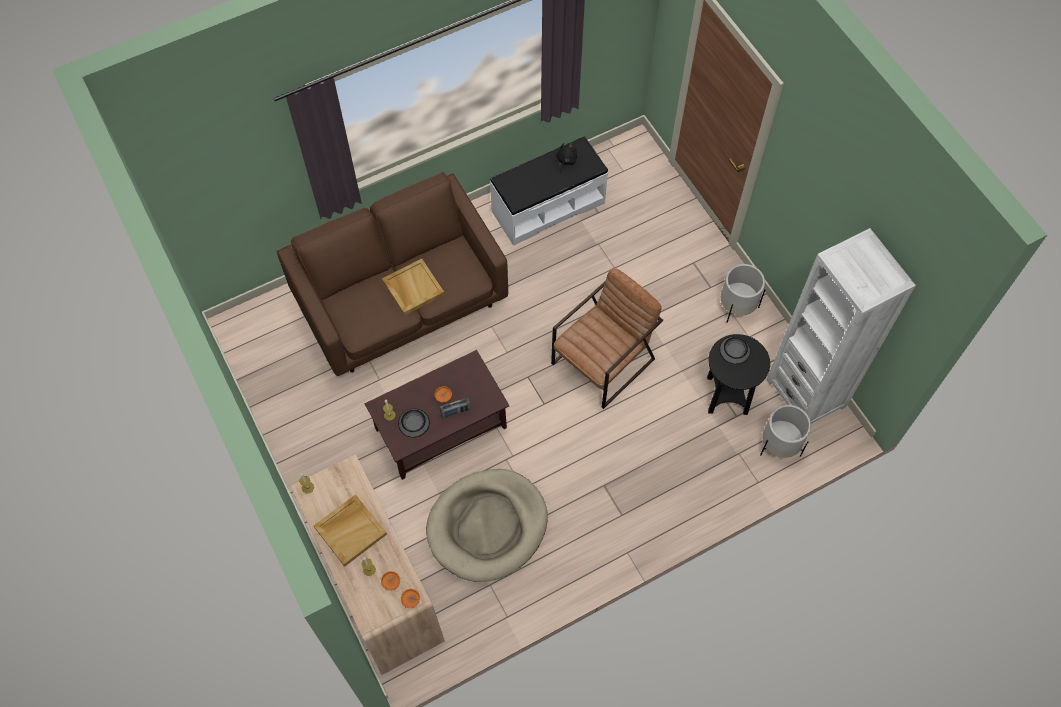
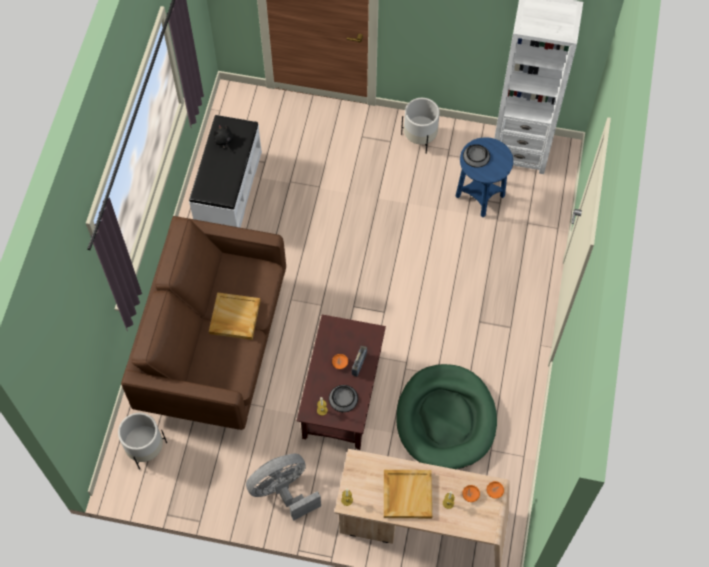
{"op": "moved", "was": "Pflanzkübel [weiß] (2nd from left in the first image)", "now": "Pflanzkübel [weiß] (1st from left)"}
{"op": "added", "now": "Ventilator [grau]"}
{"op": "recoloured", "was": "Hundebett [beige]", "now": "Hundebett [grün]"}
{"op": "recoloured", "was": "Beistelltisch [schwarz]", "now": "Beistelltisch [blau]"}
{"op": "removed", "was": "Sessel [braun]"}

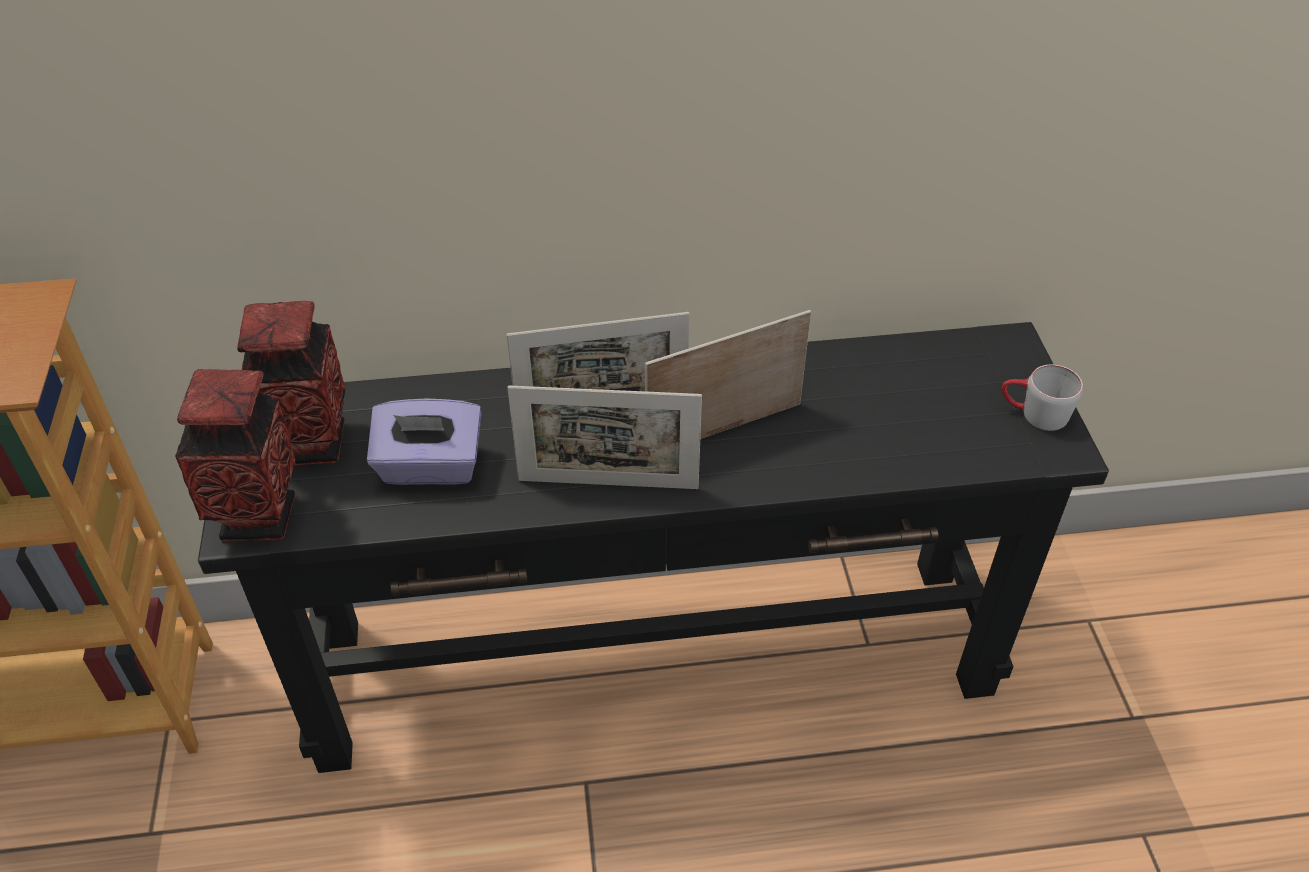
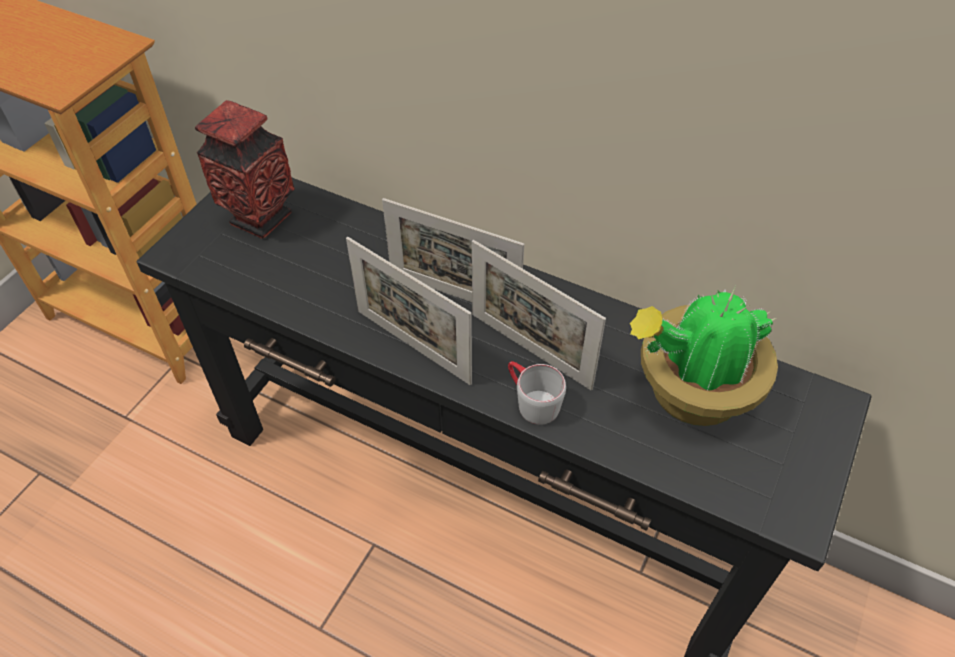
{"op": "turned", "was": "Bilderrahmen (3rd from left)", "clockwise": -150}
{"op": "moved", "was": "Henkelbecher [grau]"}
{"op": "added", "now": "Topfpflanze"}
{"op": "removed", "was": "Vase (1st from left)"}
{"op": "removed", "was": "Taschentuchbox [lila]"}

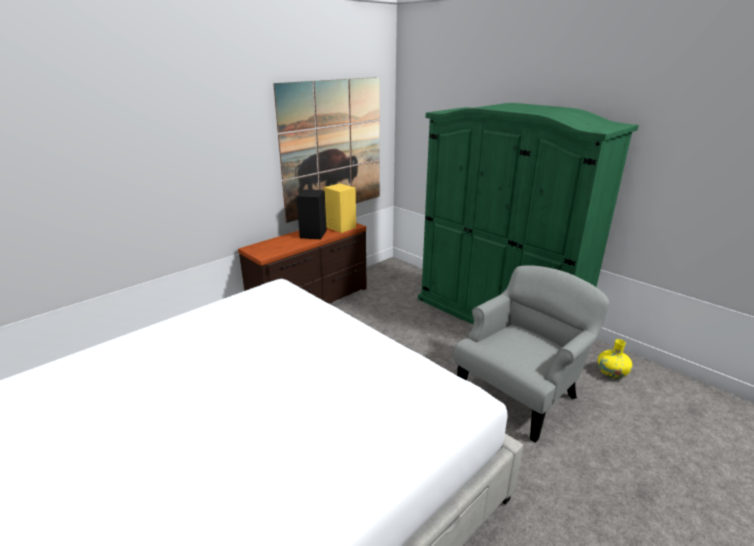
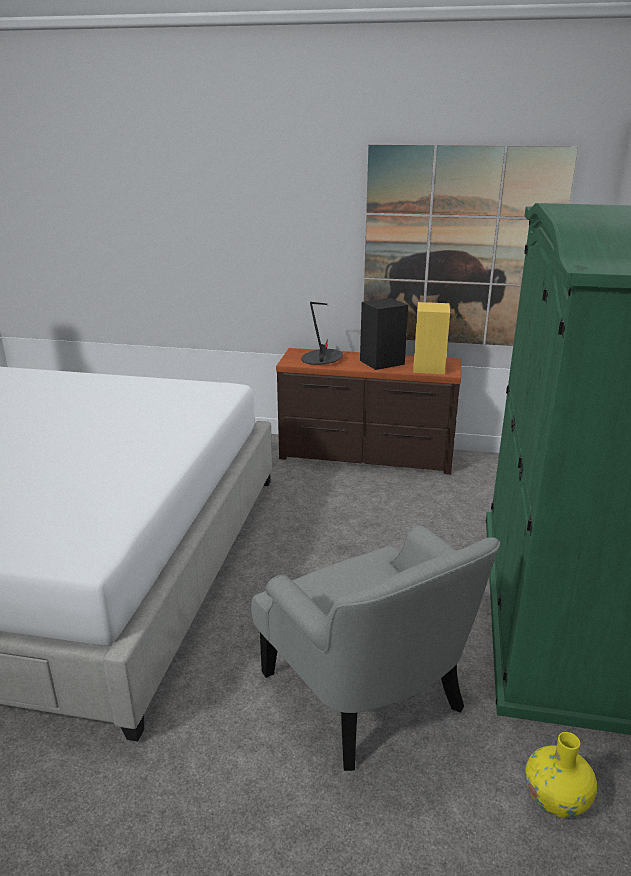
{"op": "turned", "was": "Sessel [grau]", "clockwise": 45}
{"op": "added", "now": "Tischlampe"}

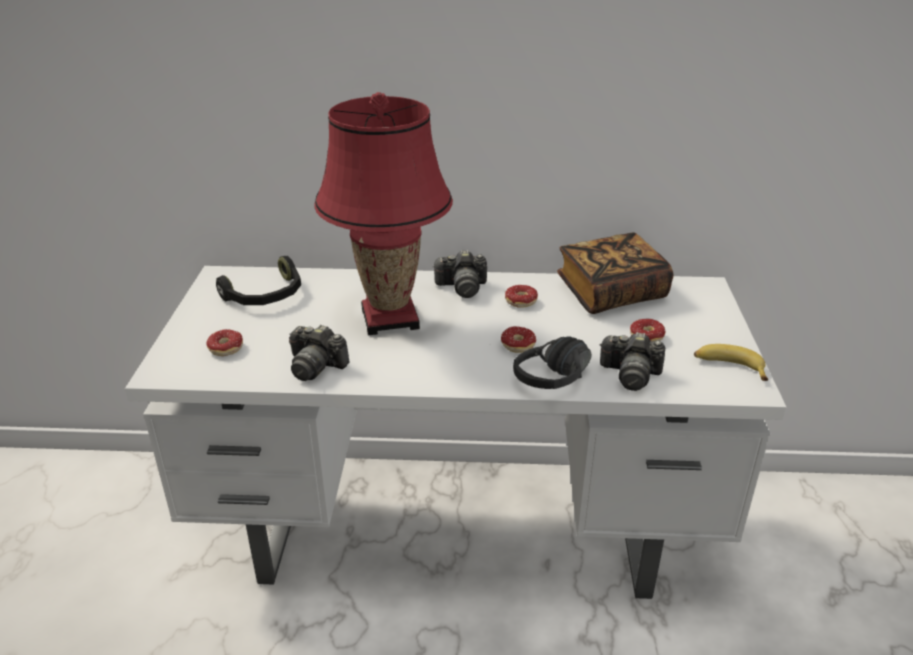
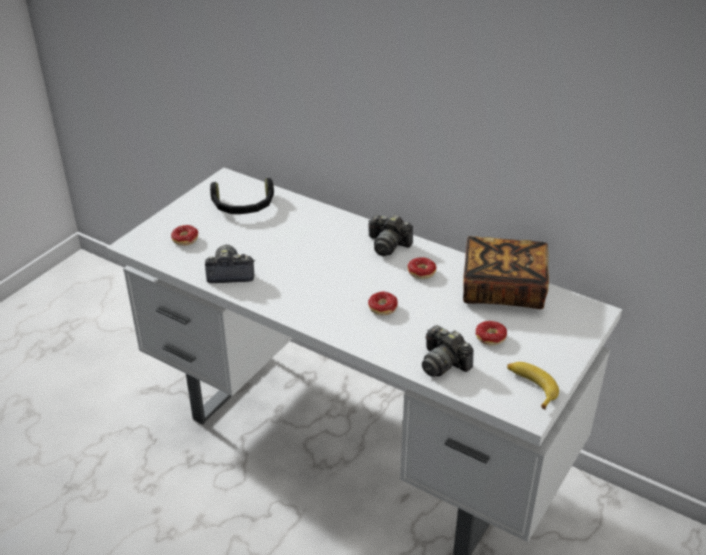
{"op": "turned", "was": "Kamera (1st from left)", "clockwise": 120}
{"op": "removed", "was": "Tischlampe [rot]"}
{"op": "removed", "was": "Kopfhörer [schwarz] (2nd from left)"}

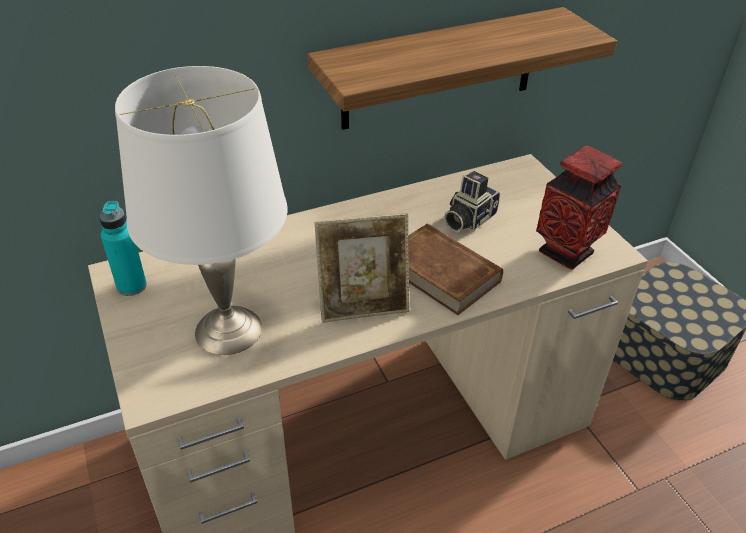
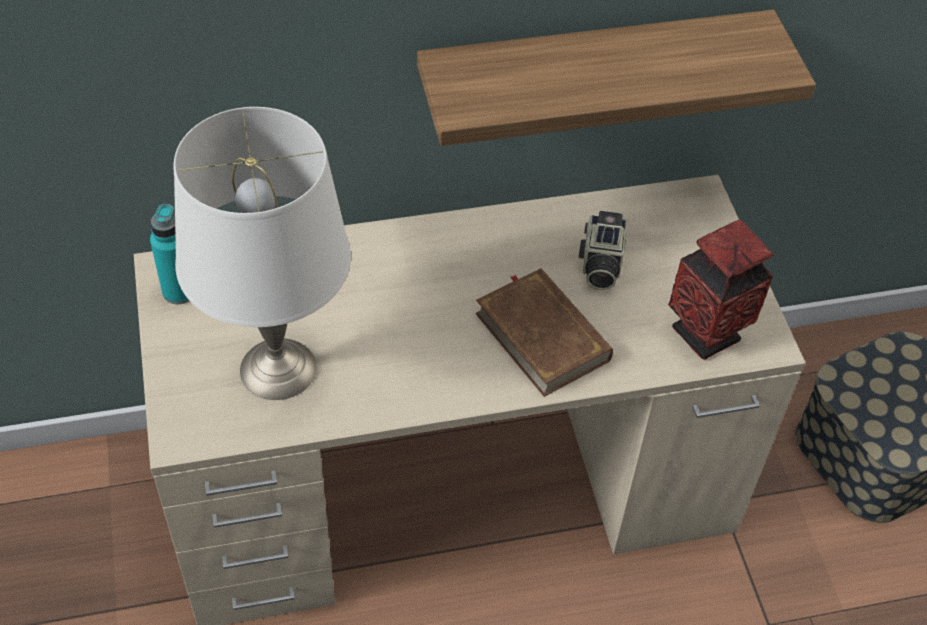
{"op": "turned", "was": "Kamera", "clockwise": -45}
{"op": "removed", "was": "Bilderrahmen"}

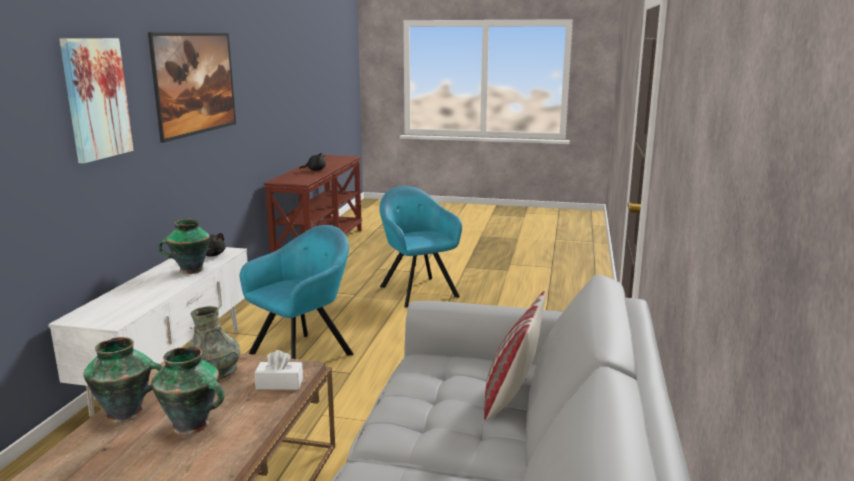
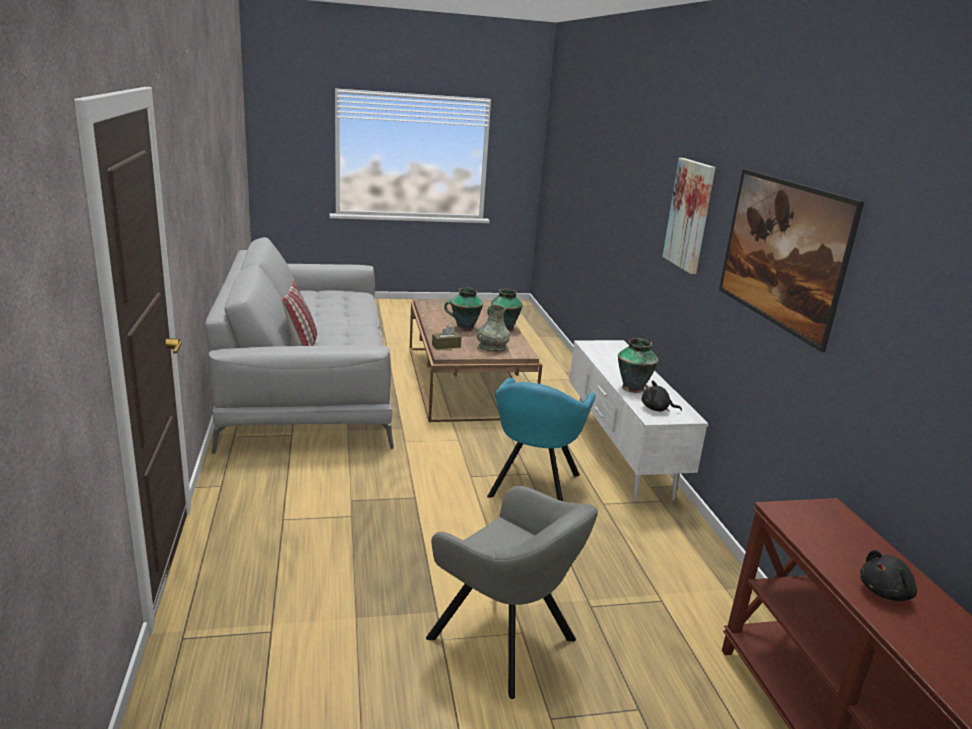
{"op": "recoloured", "was": "Sessel [türkis] (2nd from left)", "now": "Sessel [grau]"}
{"op": "recoloured", "was": "Taschentuchbox [weiß]", "now": "Taschentuchbox [braun]"}

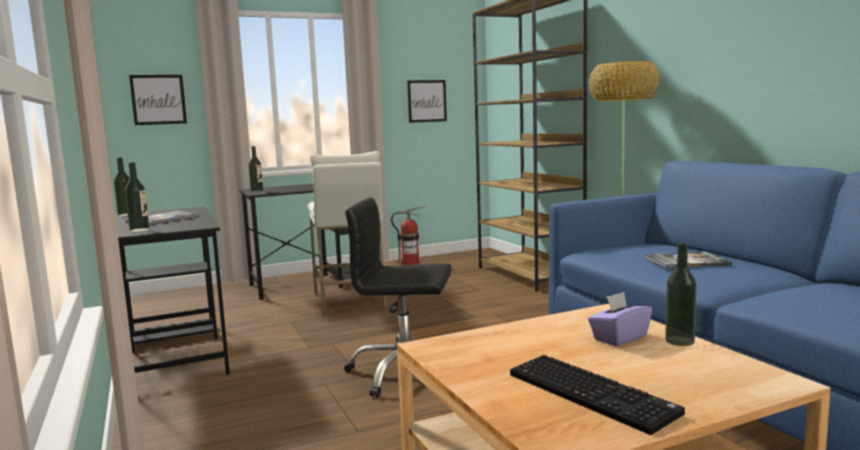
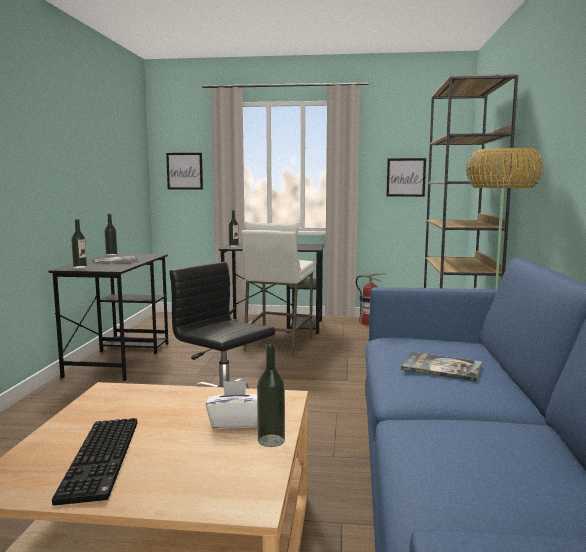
{"op": "recoloured", "was": "Taschentuchbox [lila]", "now": "Taschentuchbox [weiß]"}

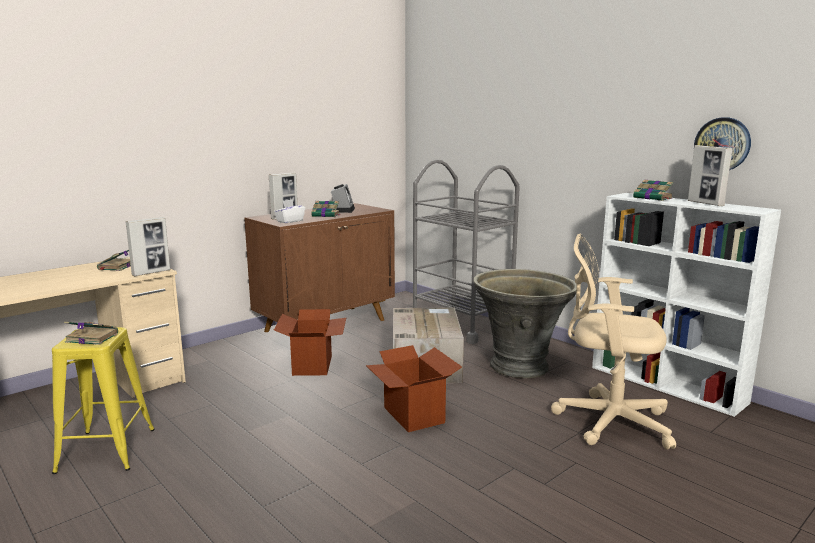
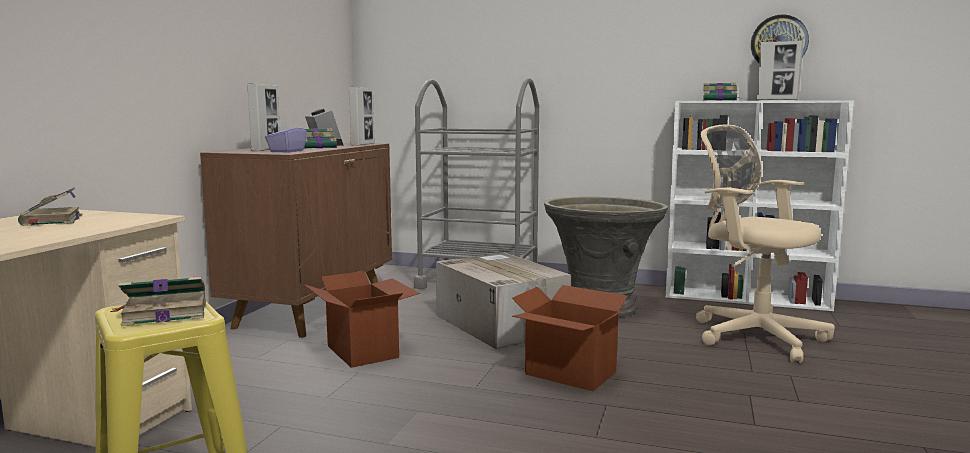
{"op": "recoloured", "was": "Taschentuchbox [weiß]", "now": "Taschentuchbox [lila]"}
{"op": "moved", "was": "Bilderrahmen (1st from left in the first image)", "now": "Bilderrahmen (2nd from left)"}
{"op": "turned", "was": "Bürostuhl [beige]", "clockwise": 60}

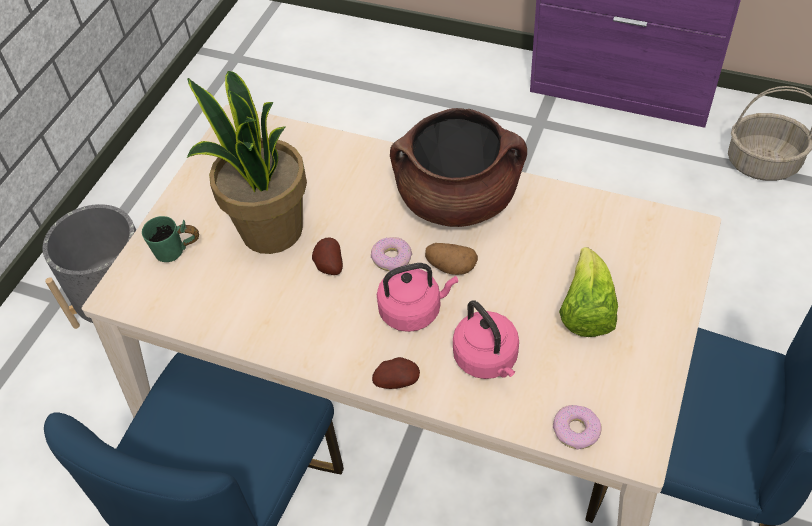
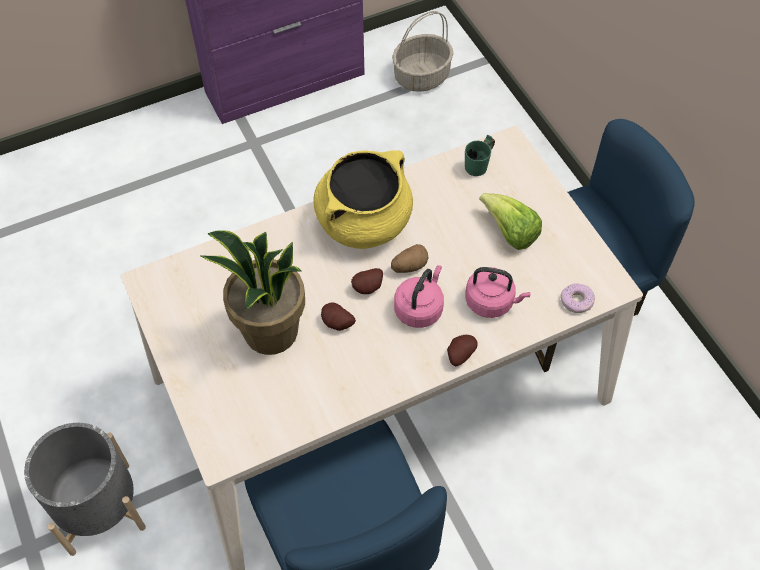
{"op": "recoloured", "was": "Kochtopf [braun]", "now": "Kochtopf [gelb]"}
{"op": "replaced", "was": "Donut (1st from left)", "now": "Kartoffel (2nd from left)"}
{"op": "moved", "was": "Henkelbecher [grün]"}

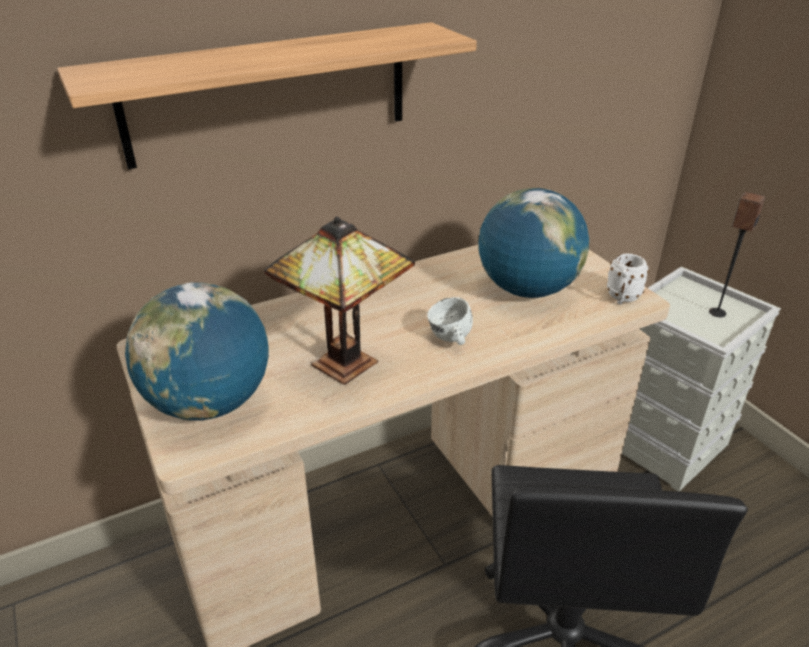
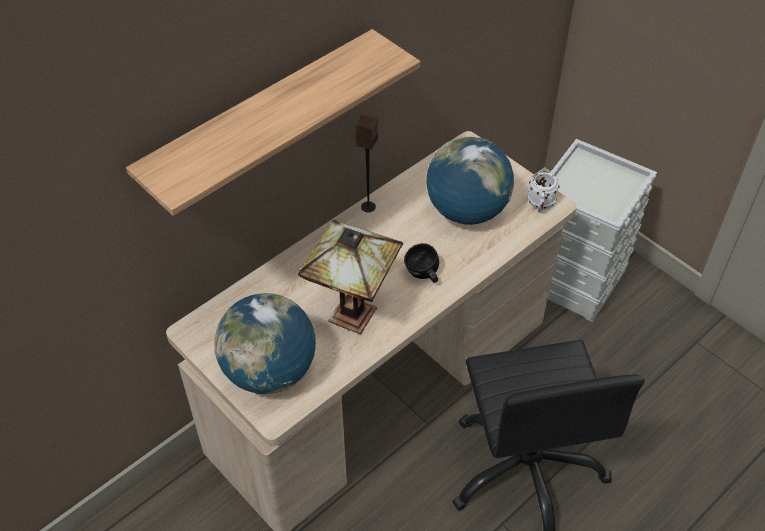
{"op": "moved", "was": "Lautsprecher"}
{"op": "recoloured", "was": "Henkelbecher [weiß] (1st from left)", "now": "Henkelbecher [schwarz]"}

